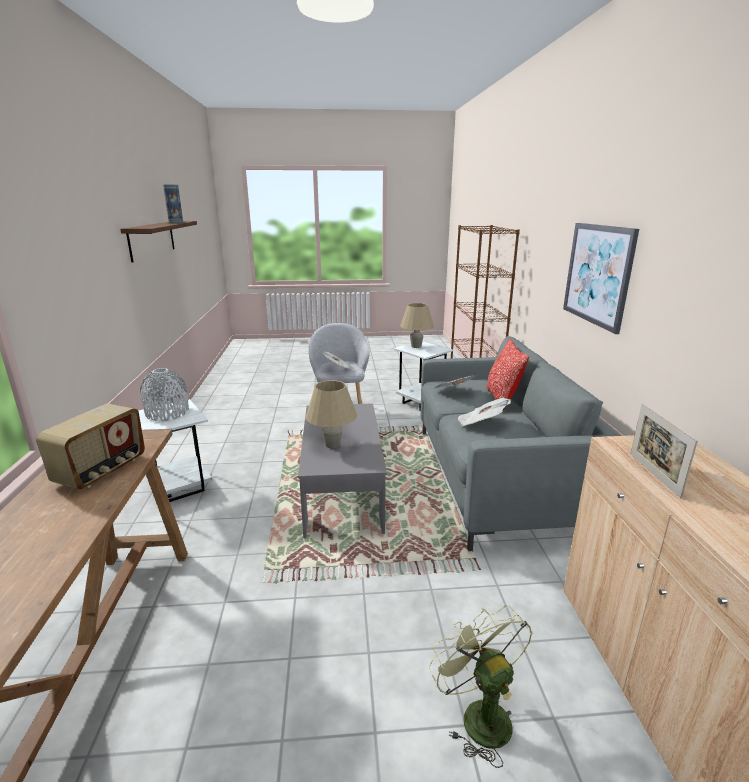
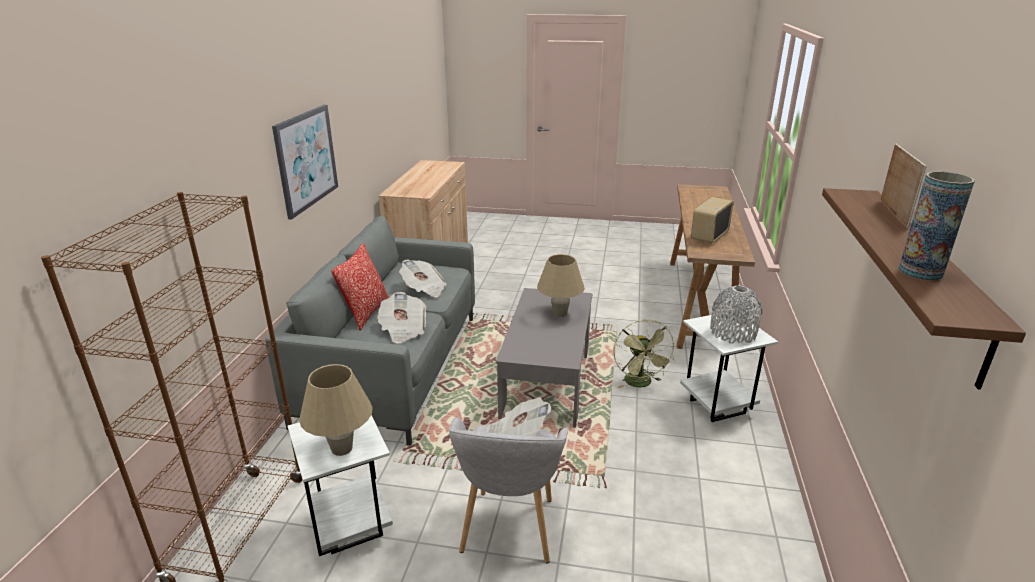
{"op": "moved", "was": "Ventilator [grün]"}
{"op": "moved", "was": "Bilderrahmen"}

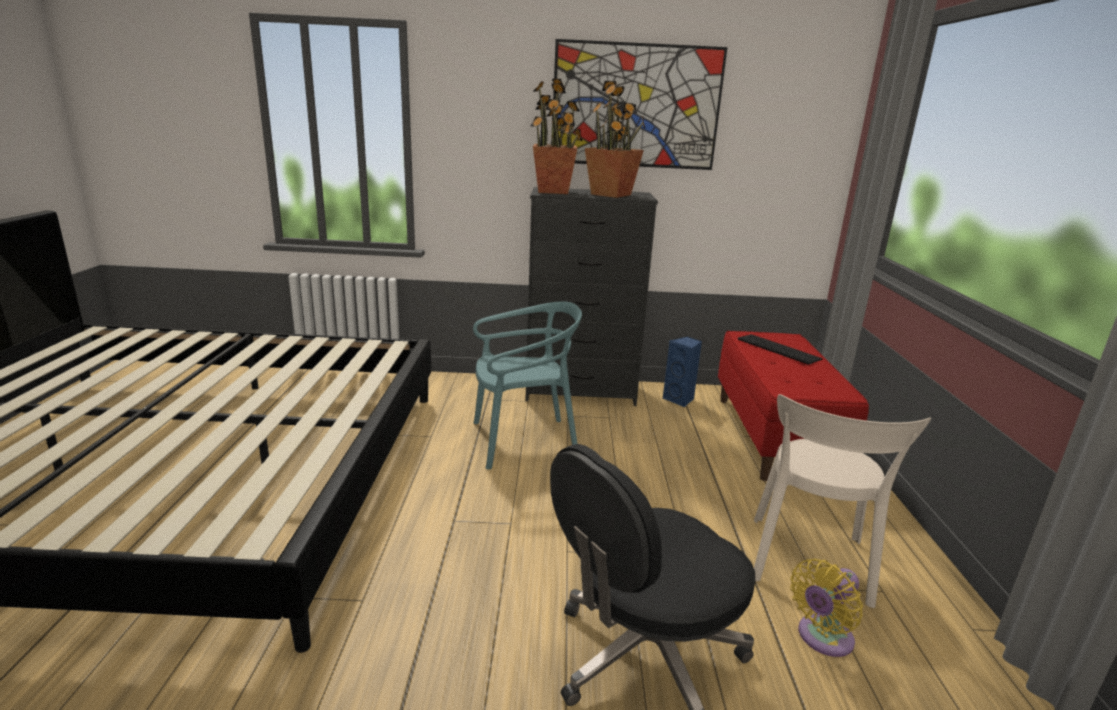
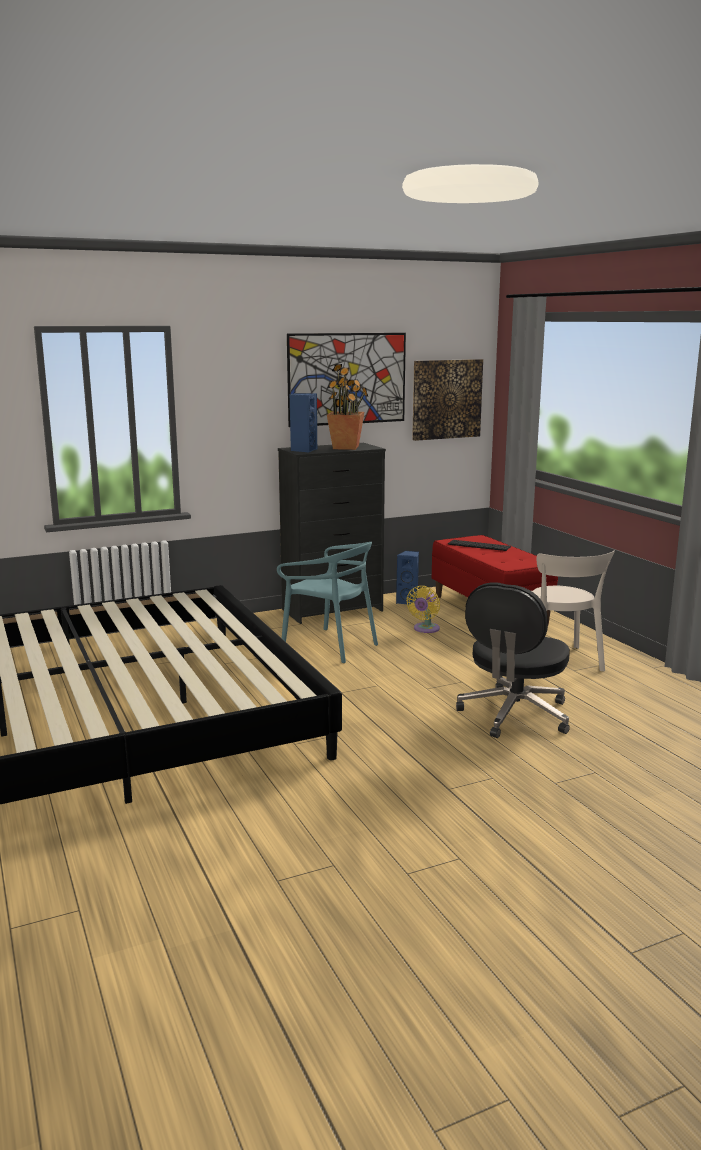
{"op": "turned", "was": "Stuhl [türkis]", "clockwise": 75}
{"op": "replaced", "was": "Topfpflanze (1st from left)", "now": "Lautsprecher [blau] (1st from left)"}
{"op": "moved", "was": "Ventilator [gelb]"}
{"op": "added", "now": "Bild (2nd from left)"}

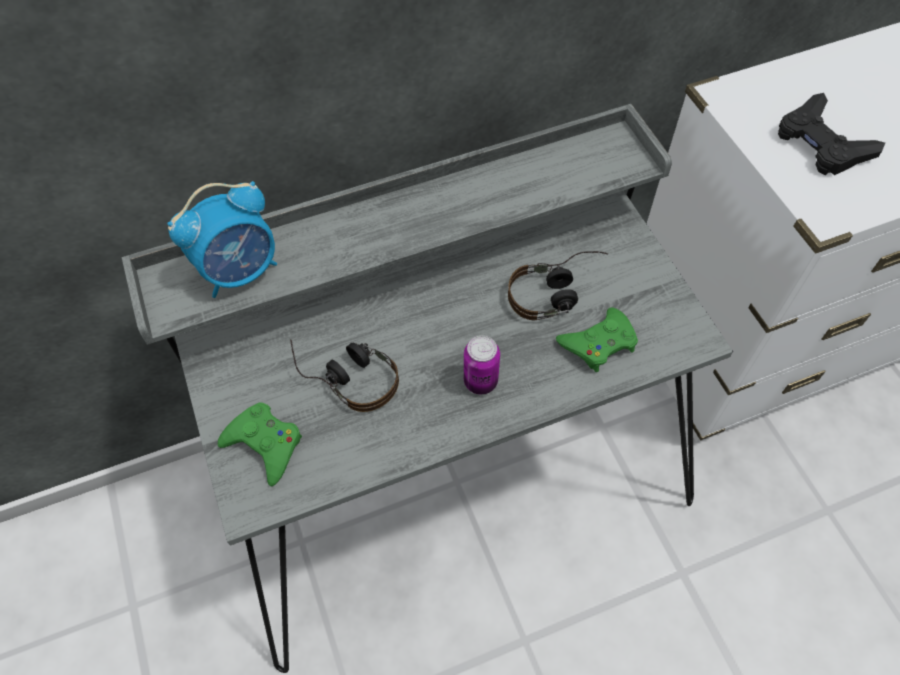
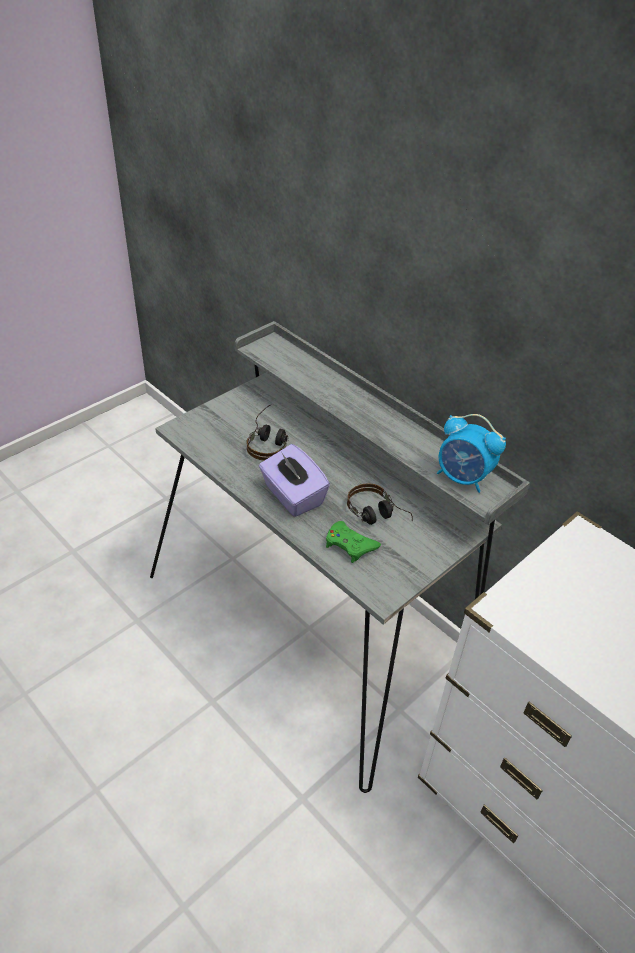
{"op": "replaced", "was": "Dose", "now": "Taschentuchbox [lila]"}
{"op": "moved", "was": "Wecker"}
{"op": "removed", "was": "Gamepad [grün] (1st from left)"}
{"op": "removed", "was": "Gamepad [schwarz]"}

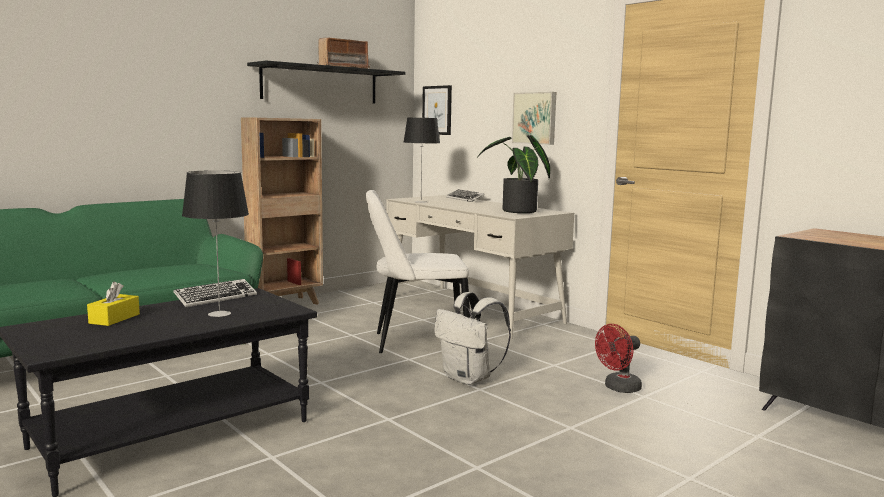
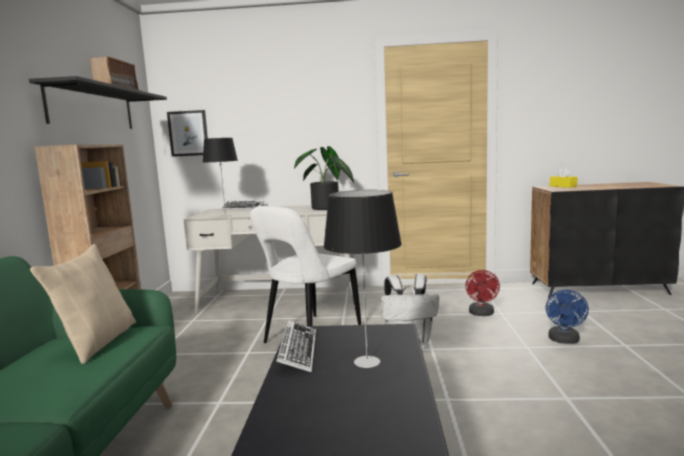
{"op": "added", "now": "Kissen [beige]"}
{"op": "added", "now": "Ventilator [blau]"}
{"op": "moved", "was": "Taschentuchbox [gelb]"}
{"op": "removed", "was": "Bild (2nd from left)"}

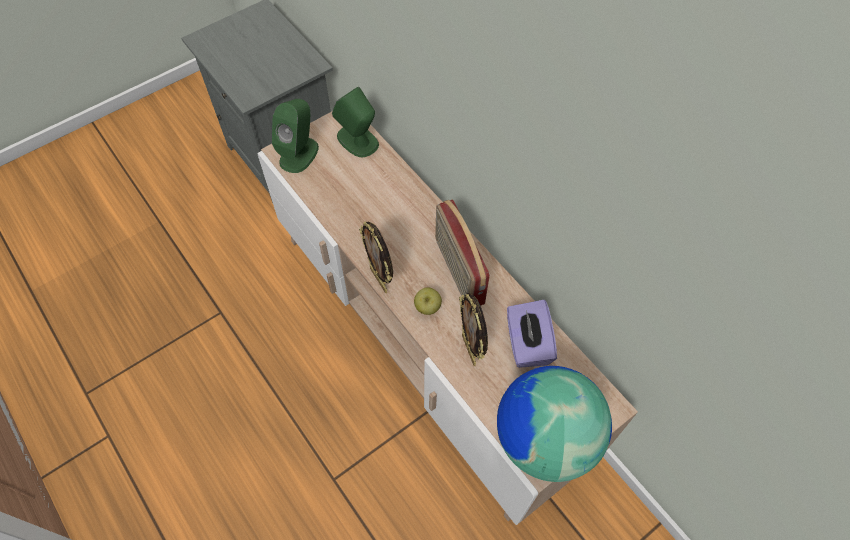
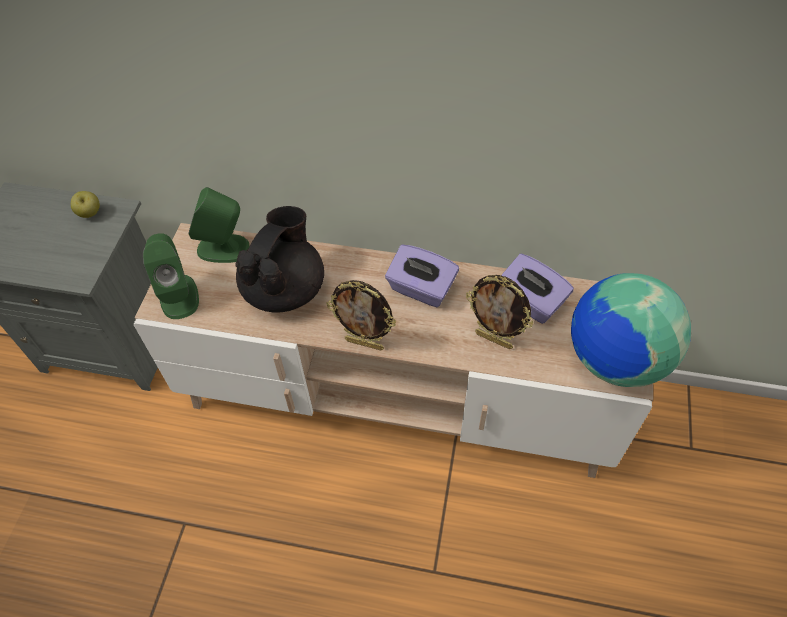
{"op": "moved", "was": "Apfel"}
{"op": "added", "now": "Teekanne [schwarz]"}
{"op": "replaced", "was": "Radio", "now": "Taschentuchbox [lila] (1st from left)"}

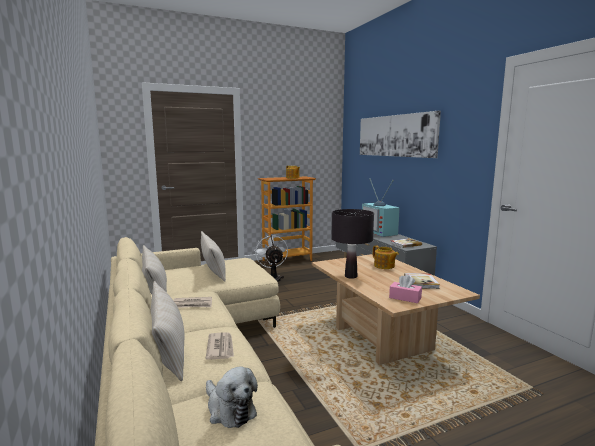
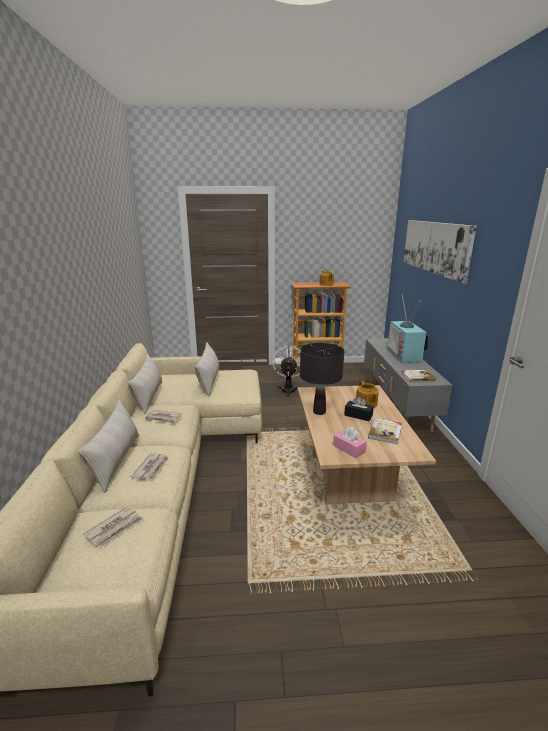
{"op": "replaced", "was": "Plüschtier", "now": "Zeitung (1st from left)"}
{"op": "added", "now": "Taschentuchbox [schwarz]"}

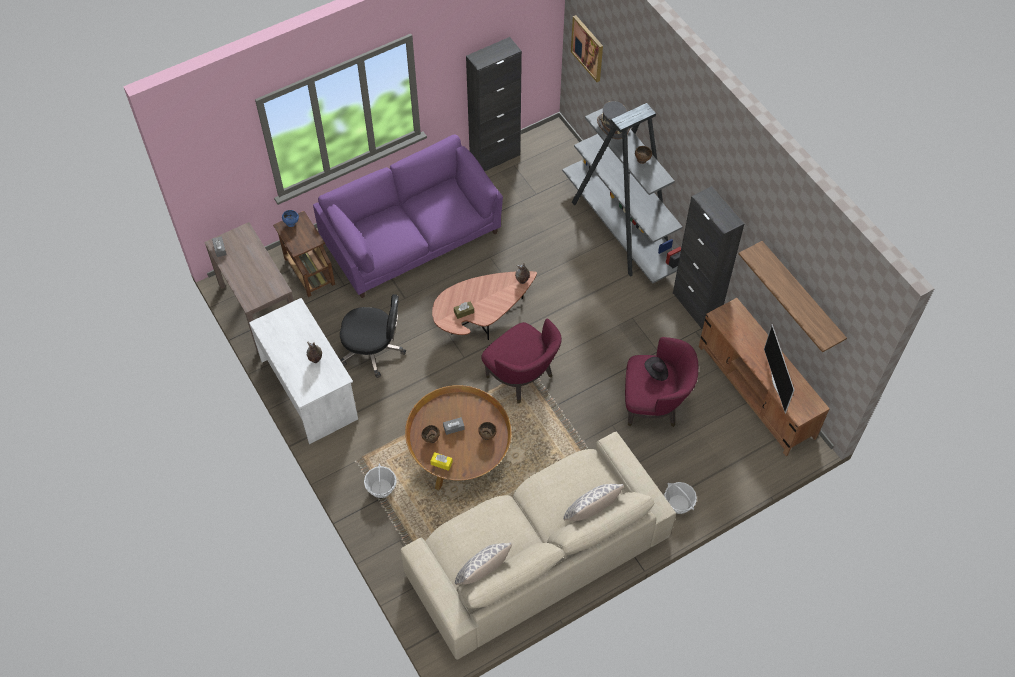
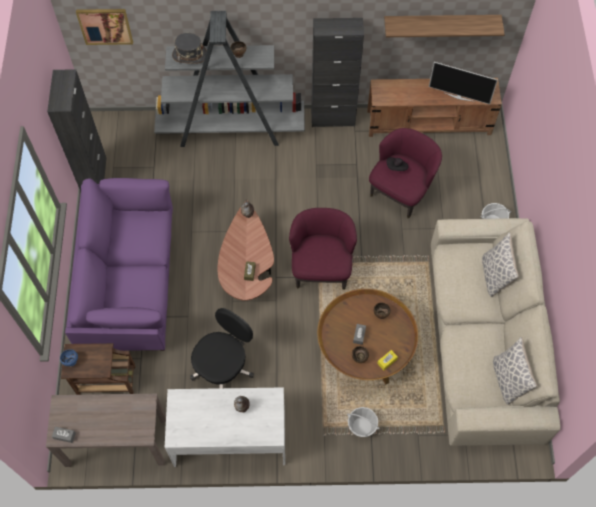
{"op": "turned", "was": "Sessel [lila] (1st from left)", "clockwise": -75}

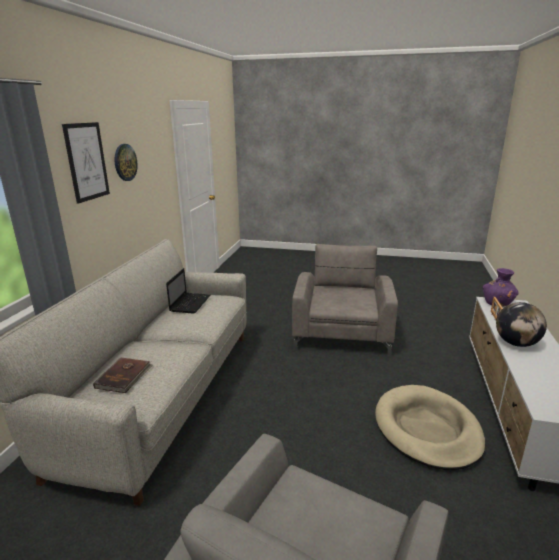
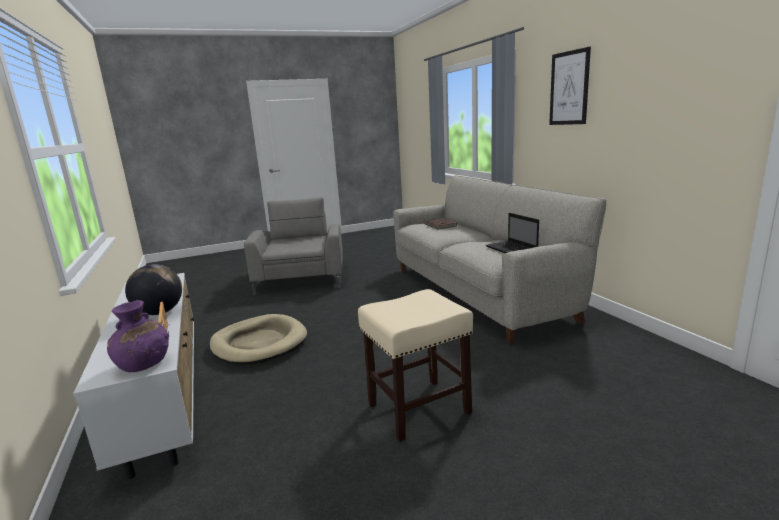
{"op": "replaced", "was": "Sessel [grau] (2nd from left)", "now": "Hocker [beige]"}
{"op": "removed", "was": "Wanduhr"}

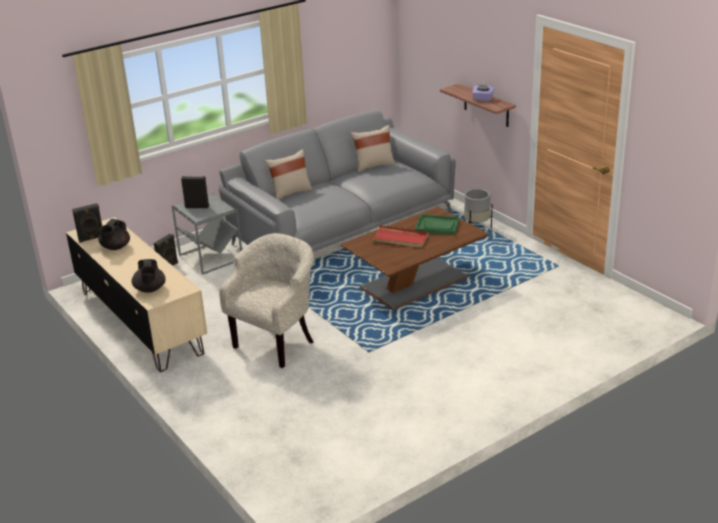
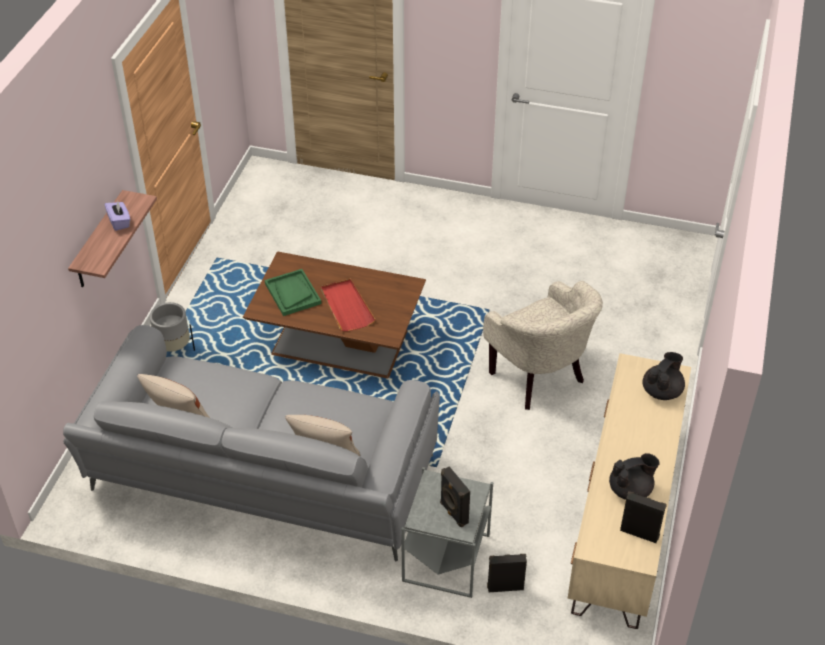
{"op": "turned", "was": "Sessel [beige]", "clockwise": -120}

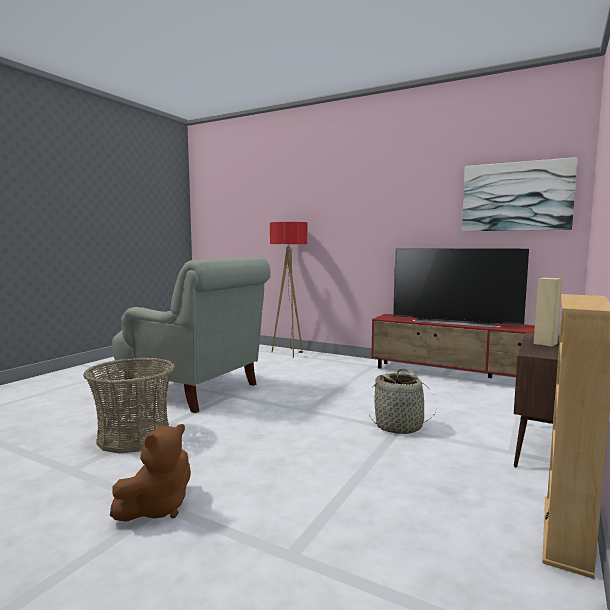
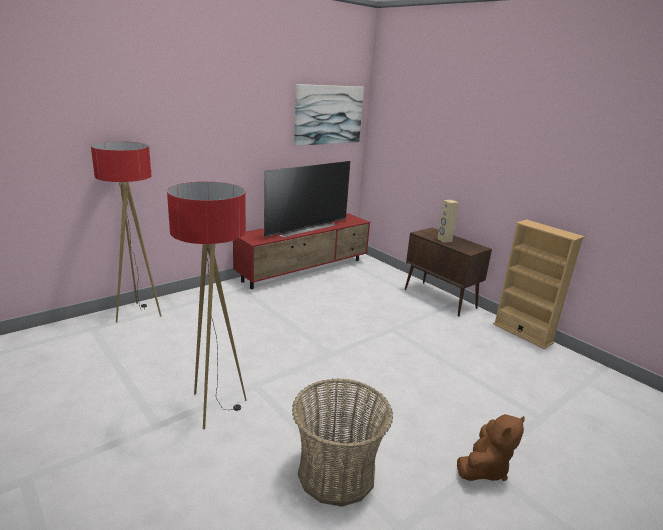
{"op": "replaced", "was": "Sessel [grau]", "now": "Stehlampe (2nd from left)"}
{"op": "turned", "was": "Plüschtier [braun]", "clockwise": 75}
{"op": "removed", "was": "Korb (2nd from left)"}

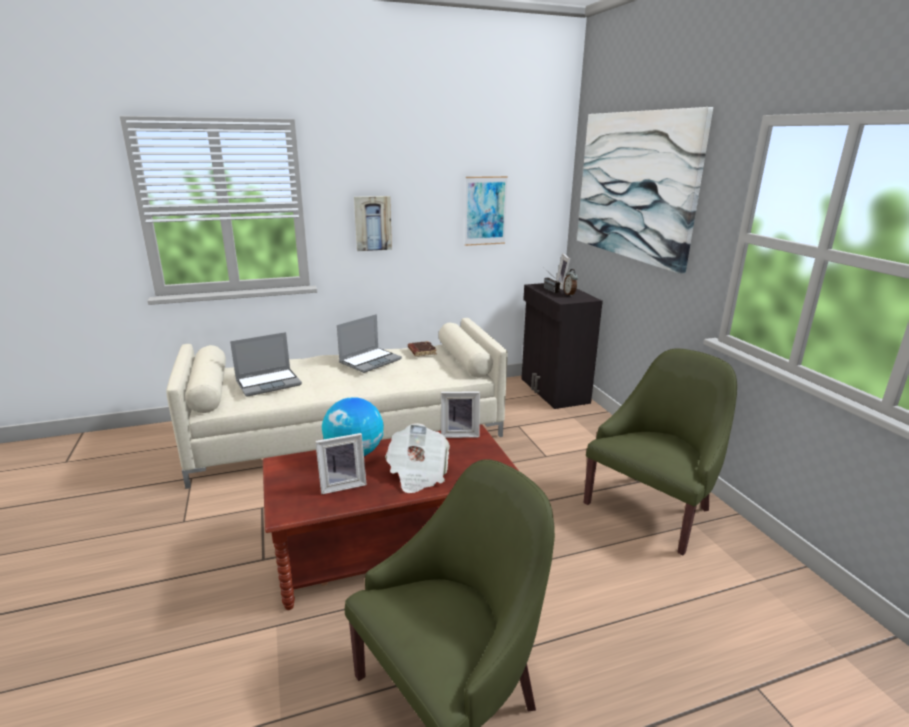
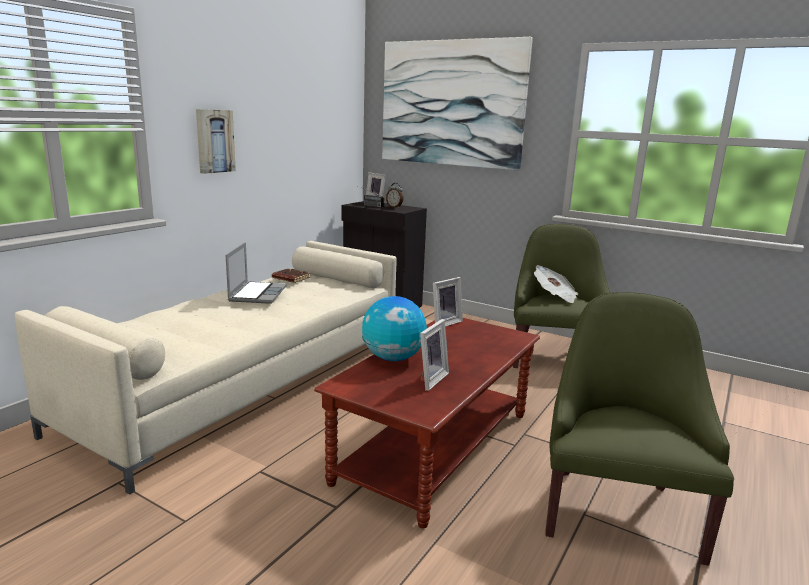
{"op": "moved", "was": "Zeitung"}
{"op": "removed", "was": "Laptop (1st from left)"}
{"op": "removed", "was": "Bild (2nd from left)"}

